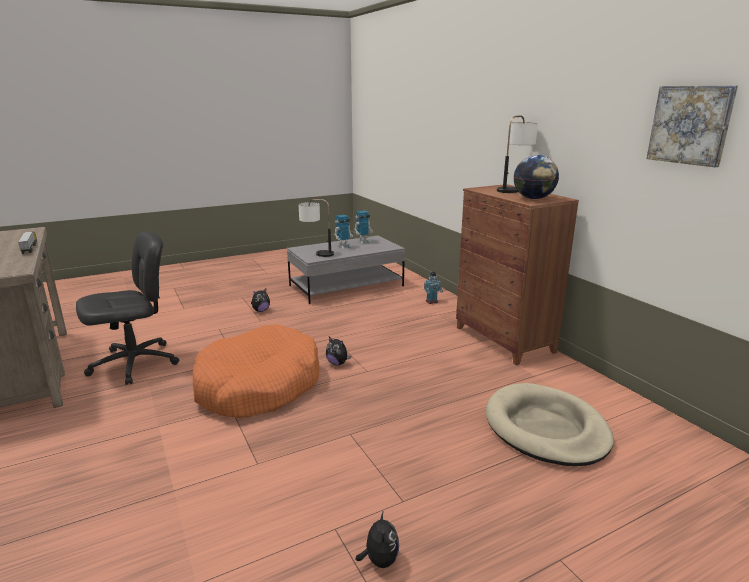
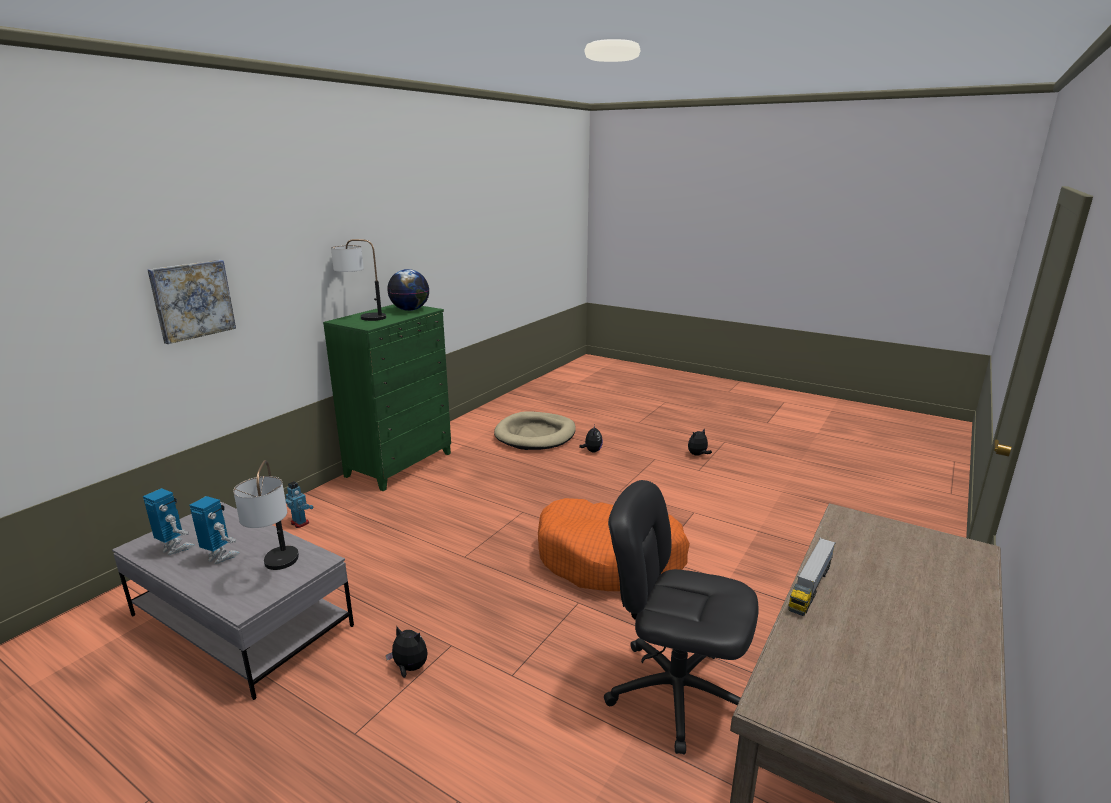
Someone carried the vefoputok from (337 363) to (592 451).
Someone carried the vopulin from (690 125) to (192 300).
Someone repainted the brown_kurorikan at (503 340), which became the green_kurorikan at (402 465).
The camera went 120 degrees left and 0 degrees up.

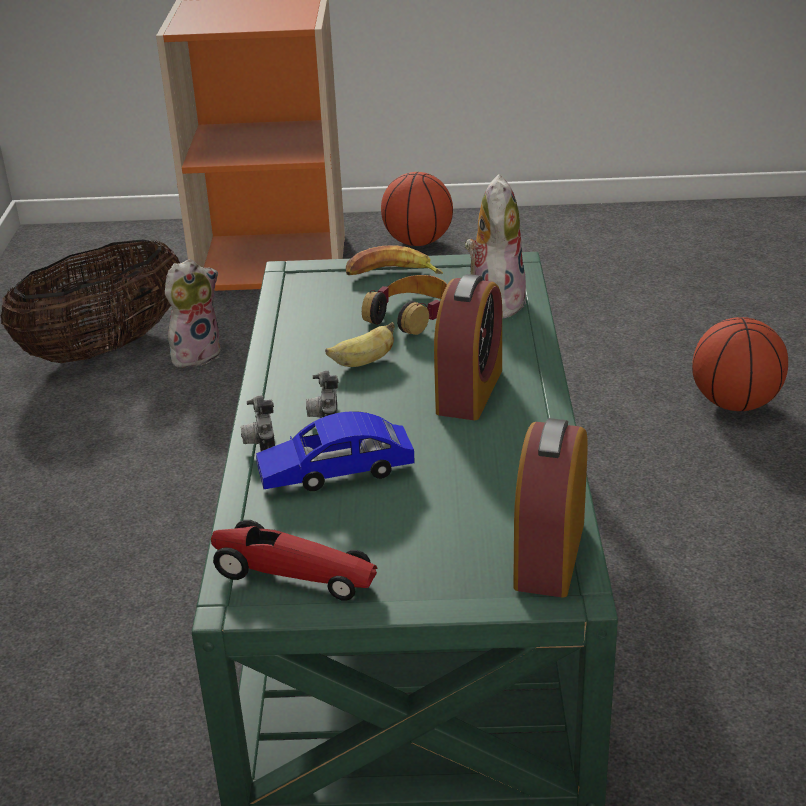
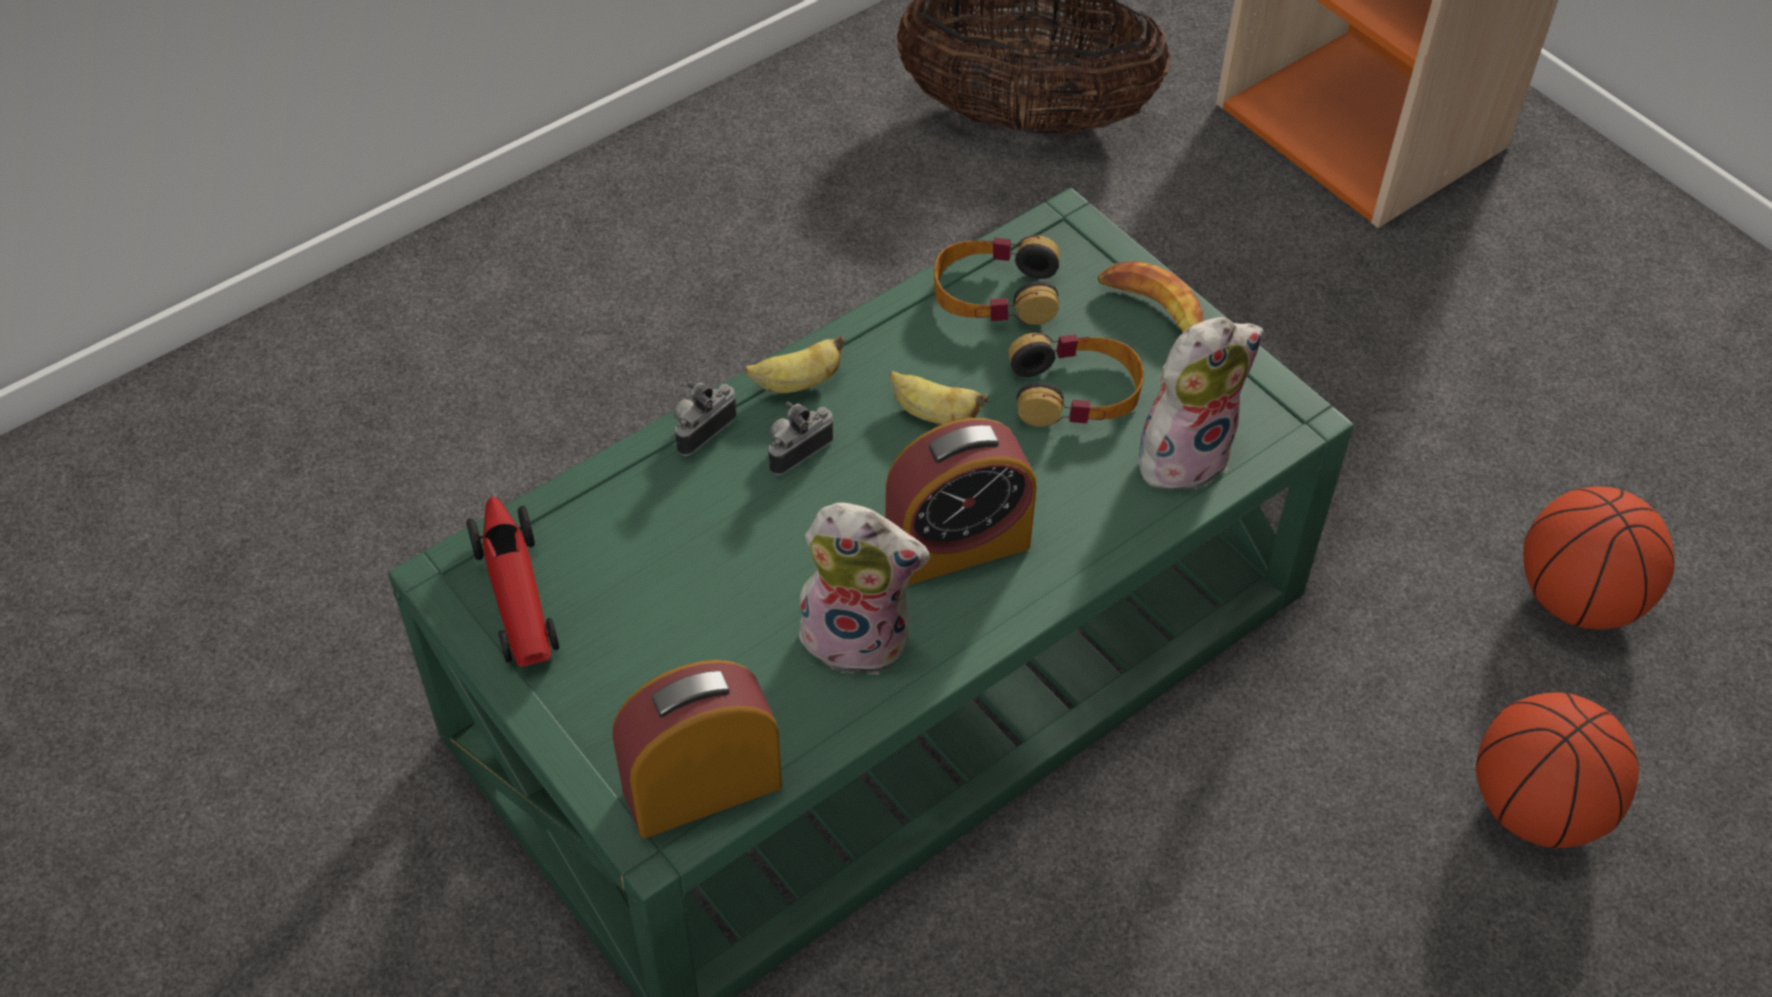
Someone took away the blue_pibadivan at (336 472).
Someone put down the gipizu at (797 383).
Someone put down the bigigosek at (995 293).
Someone carried the vefoputok from (196 354) to (859 635).
Someone carried the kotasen from (417 242) to (1576 598).
The camera went 50 degrees right and 20 degrees up.

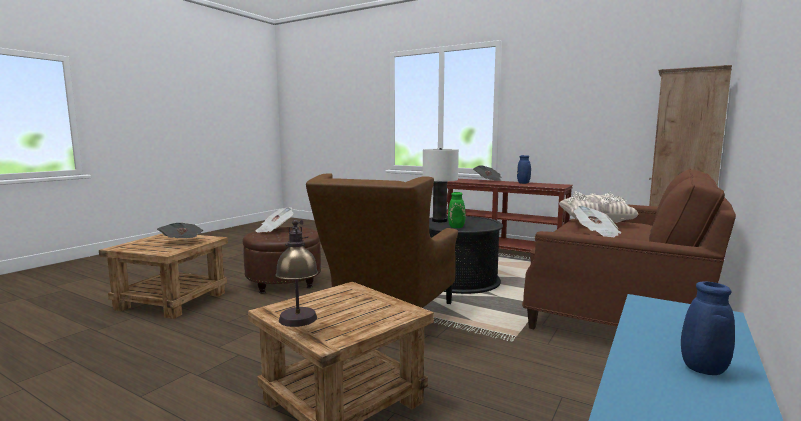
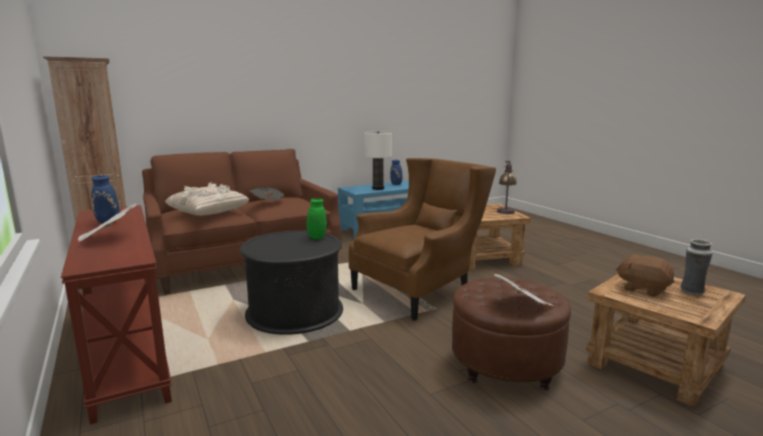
Someone put down the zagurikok at (692 292).
Someone carried the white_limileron from (439 221) to (378 188).
Someone swapped the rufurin at (182 242) for the brown_vefoputok at (643 289).
The camera went 150 degrees left and 5 degrees up.

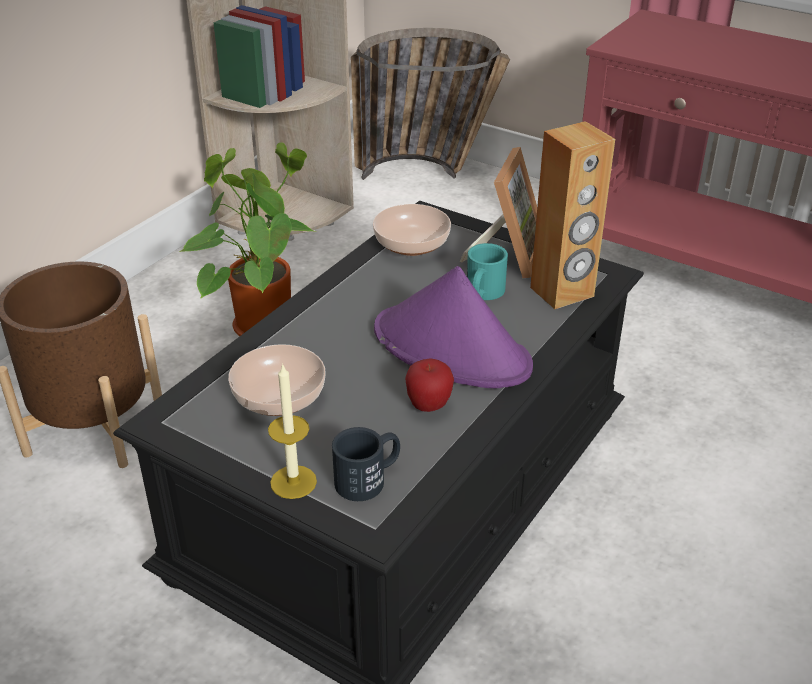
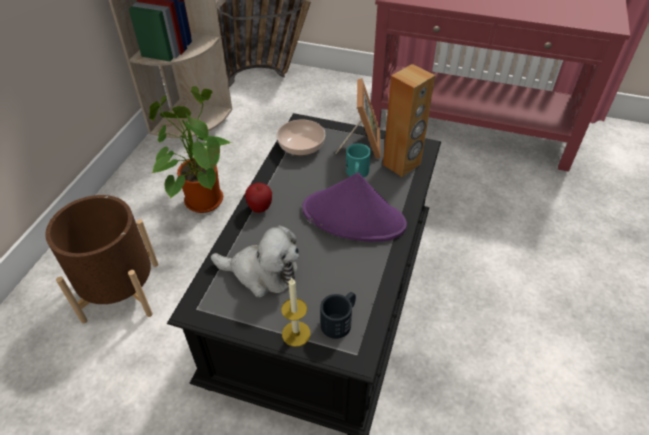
Someone carried the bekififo from (428 406) to (260 208).
Someone swapped the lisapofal at (278 395) for the vefoputok at (262 273).
The camera went 15 degrees left and 10 degrees up.

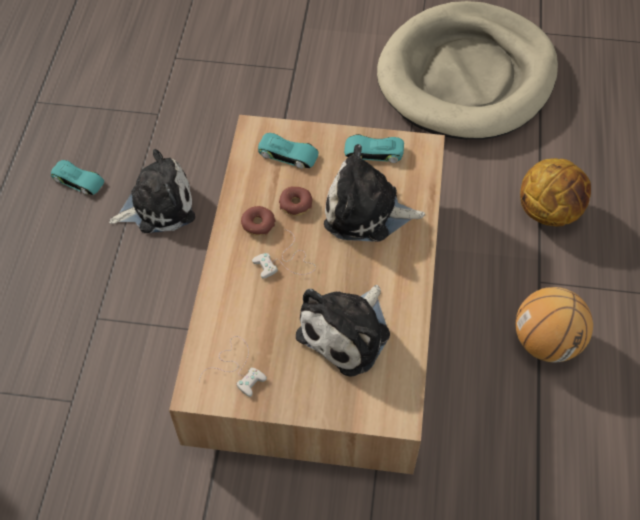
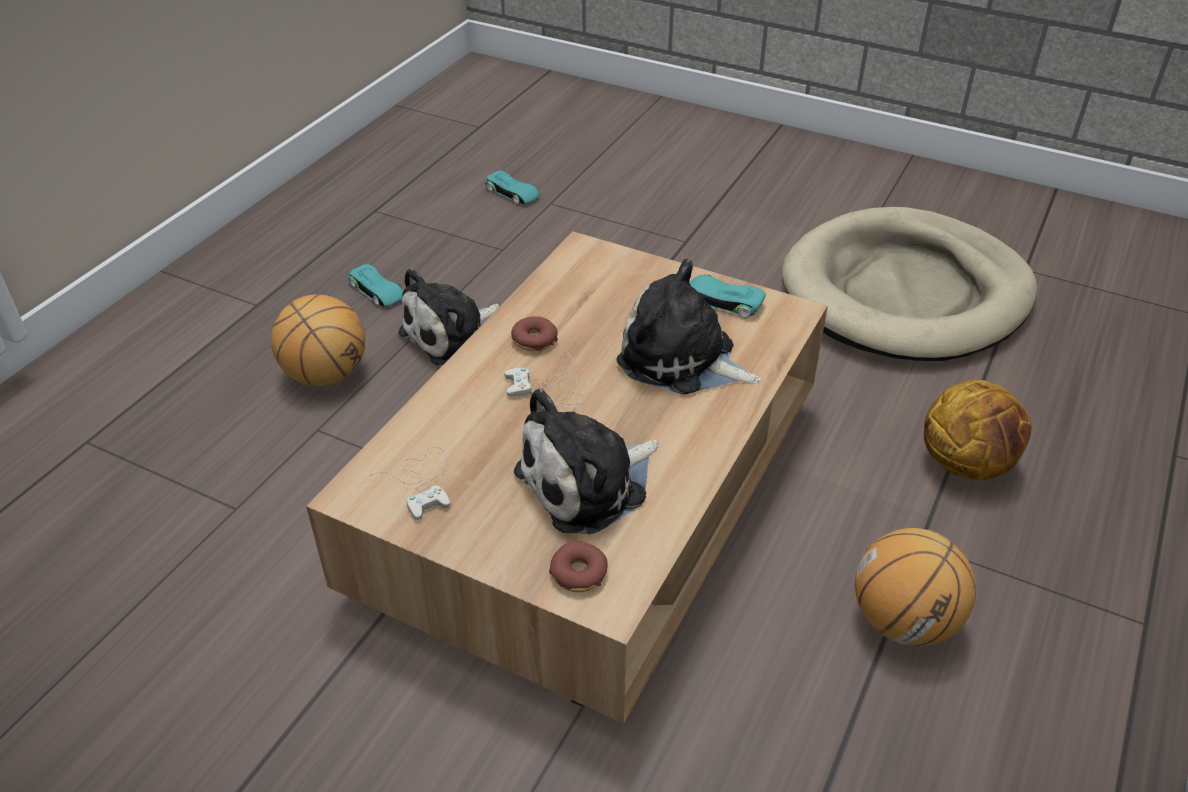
Someone put down the kotasen at (325 375).
Someone carried the turquoise_pibadivan from (288 154) to (512 193).
Someone carried the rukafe from (296 204) to (579 573).
Someone rotated the vefoputok at (158 205) by 135 degrees clockwise.
The camera went 20 degrees right and 15 degrees down.

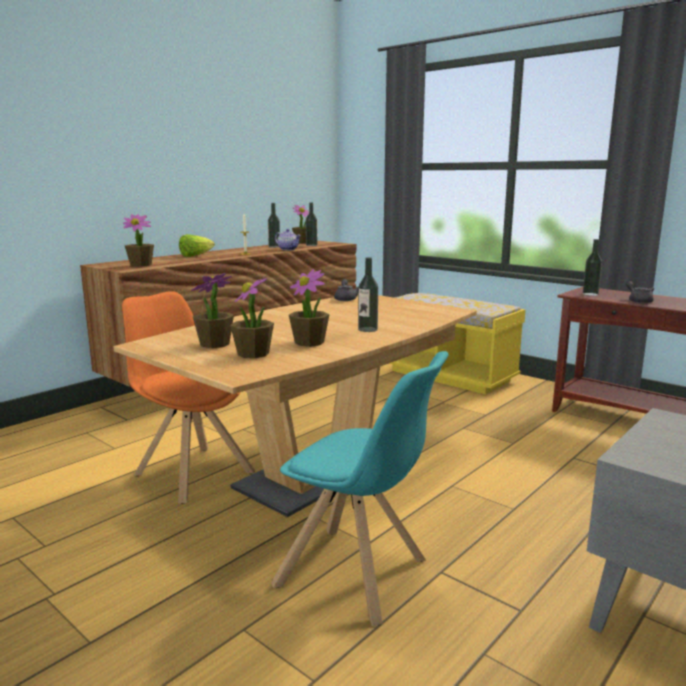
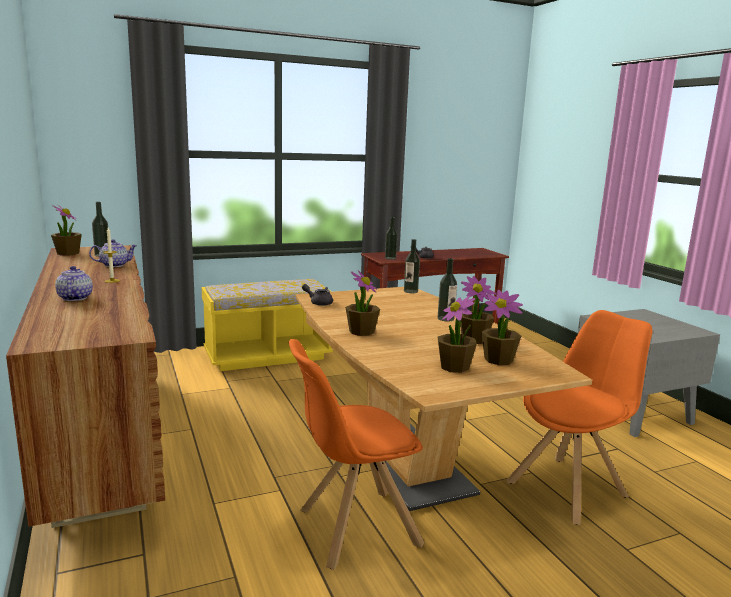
Someone carried the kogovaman from (141 265) to (361 331).
Someone carried the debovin from (274 247) to (410 291).
Someone swapped the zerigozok at (195 256) for the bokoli at (74 298).
Someone repainted the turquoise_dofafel at (358 574), which became the orange_dofafel at (570 487).
The camera went 65 degrees left and 0 degrees up.

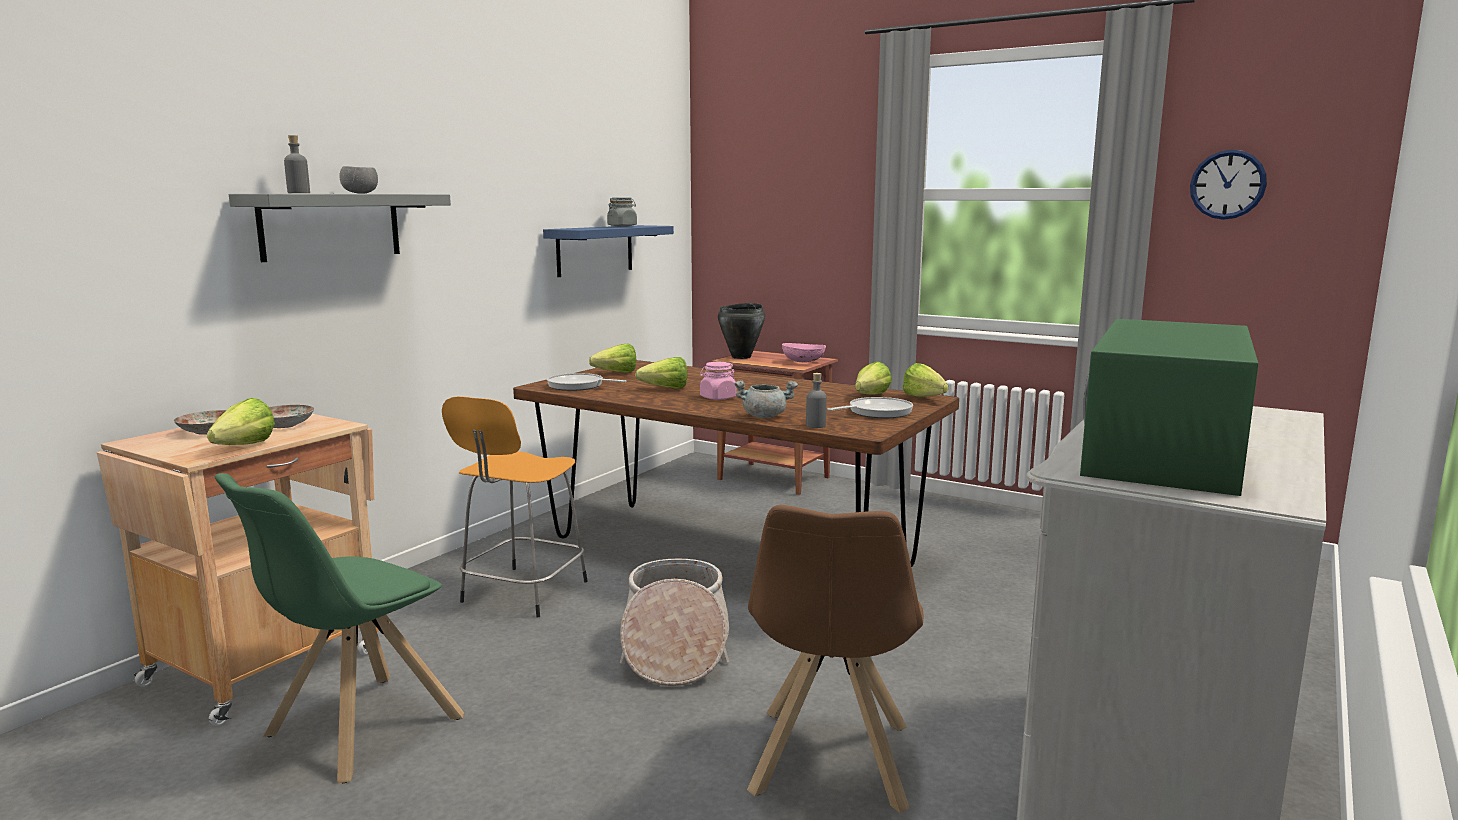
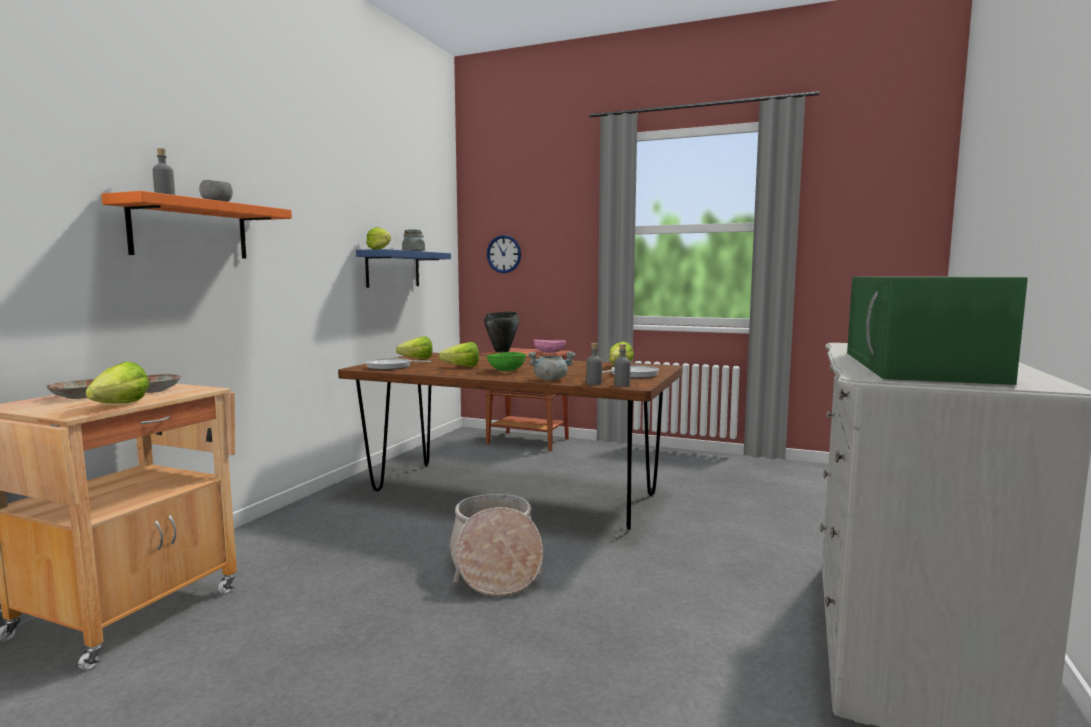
Someone took away the green_dofafel at (357 730).
Someone took away the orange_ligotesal at (522 593).
Someone took away the brown_dofafel at (831 764).
Someone put down the grey_debovin at (622 385).
Someone carried the zerigozok from (926 399) to (381 249).
Someone carried the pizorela from (1227 184) to (504 254).
Someone swapped the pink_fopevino at (718 398) for the green_lisapofal at (506 370).
Someone repainted the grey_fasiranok at (331 226), which became the orange_fasiranok at (190 230).
The camera went 10 degrees left and 5 degrees down.

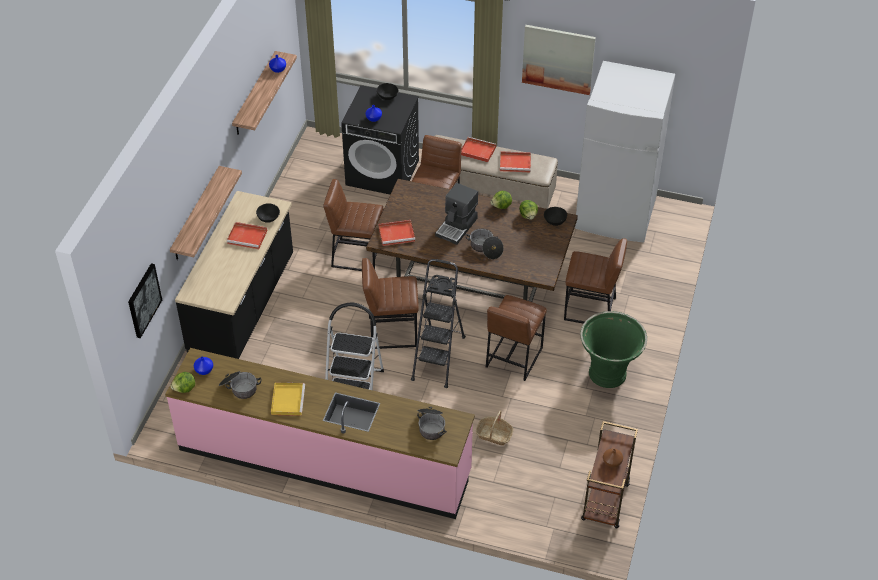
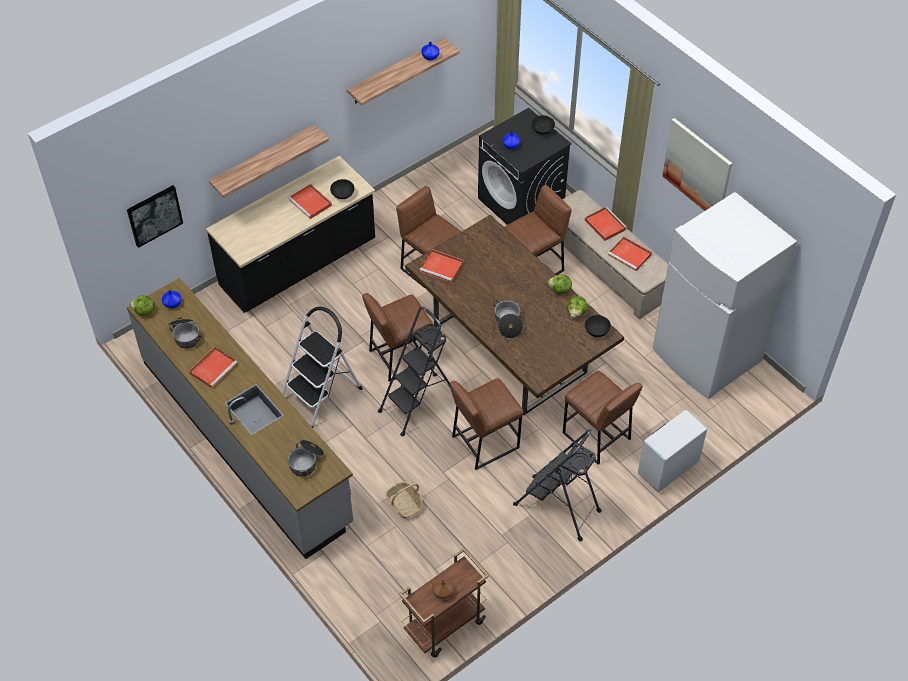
Someone took away the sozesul at (457 227).
Someone put down the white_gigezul at (666 469).
Someone swapped the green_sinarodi at (608 373) for the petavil at (558 508).
Someone repainted the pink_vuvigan at (324 460), which became the grey_vuvigan at (246 441).
Someone repainted the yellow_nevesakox at (287 399), which became the red_nevesakox at (213 368).
Someone rotated the brown_dofafel at (391 332) by 60 degrees counterclockwise.
The camera went 35 degrees right and 5 degrees up.

